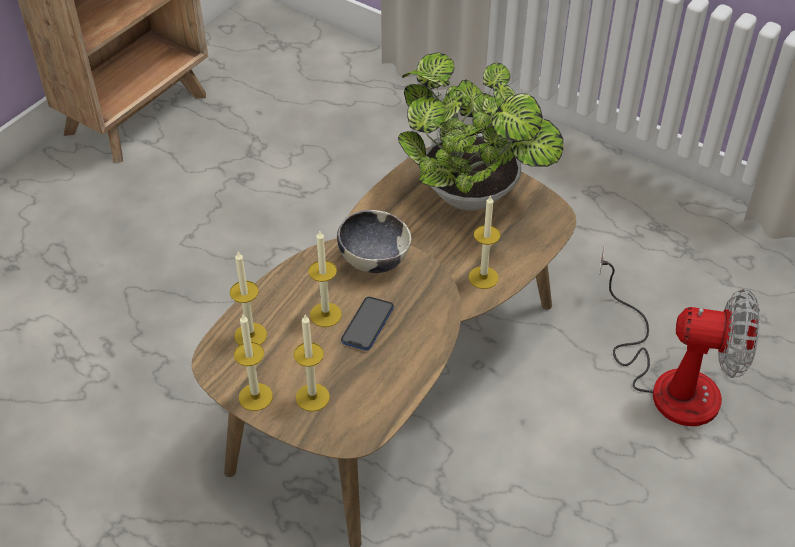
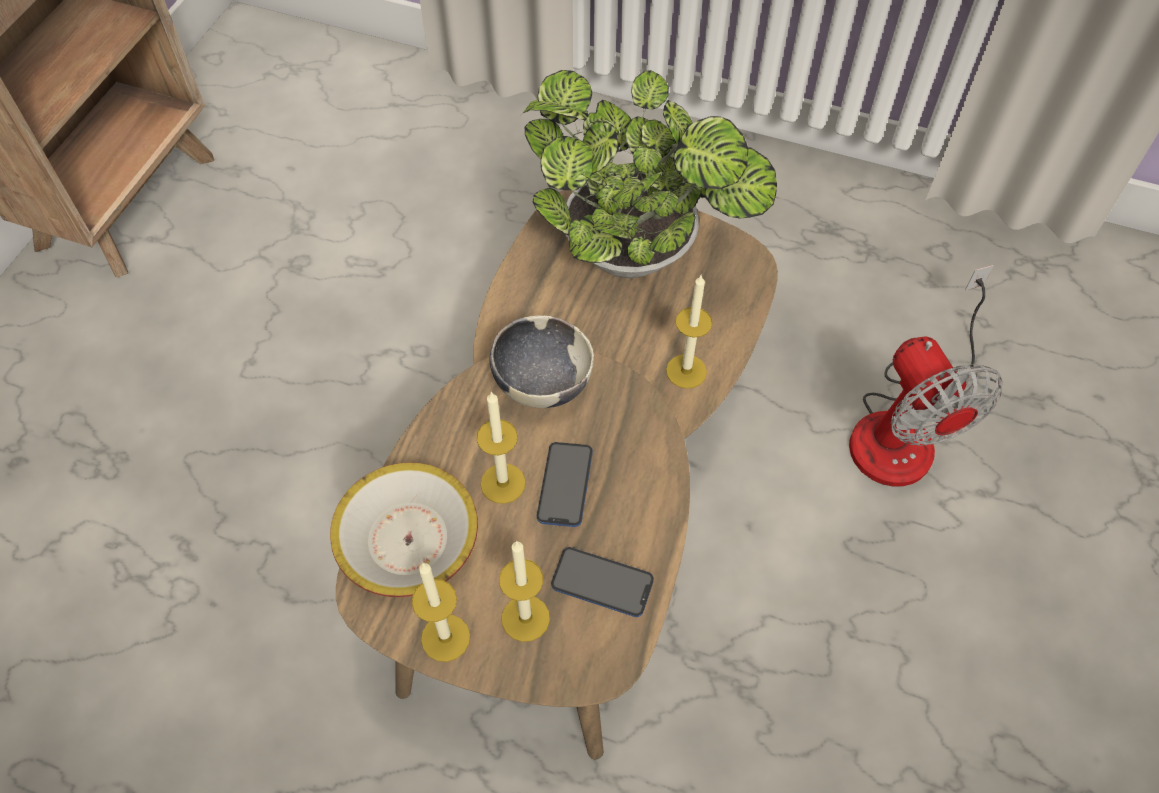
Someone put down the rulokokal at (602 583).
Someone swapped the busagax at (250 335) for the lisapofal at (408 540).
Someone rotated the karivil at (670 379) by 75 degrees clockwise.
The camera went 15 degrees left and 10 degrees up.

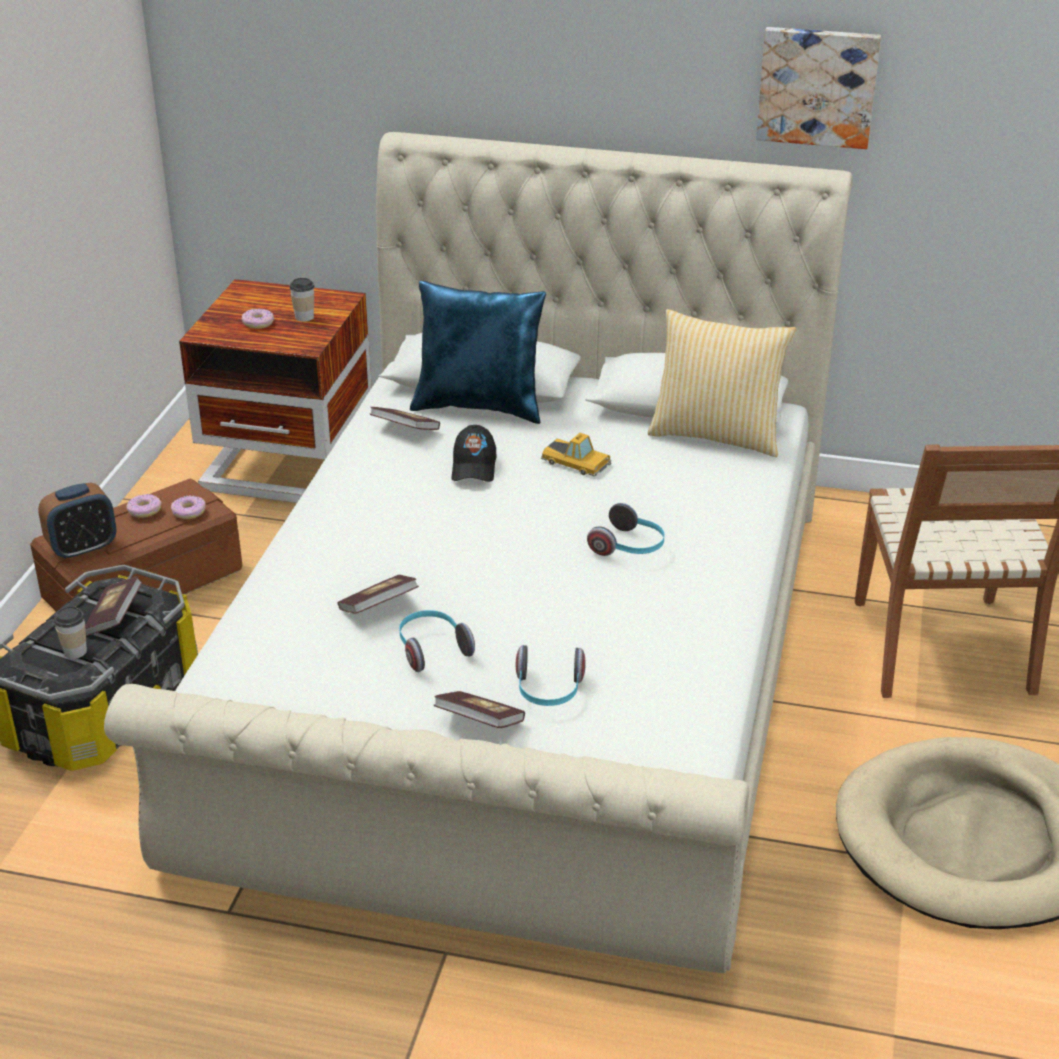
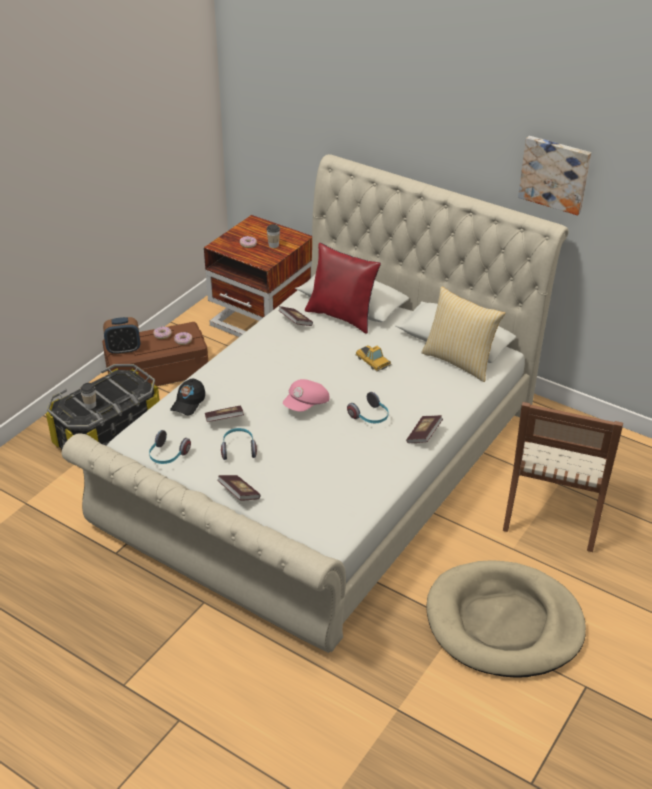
Someone put down the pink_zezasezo at (306 405).
Someone carried the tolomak from (114 618) to (424 435).
Someone carried the black_zezasezo from (474 467) to (188 403).
Someone carried the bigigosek from (549 691) to (167 456).
Someone repainted the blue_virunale at (480 407), which became the red_virunale at (342 316).
The camera went 20 degrees right and 5 degrees up.

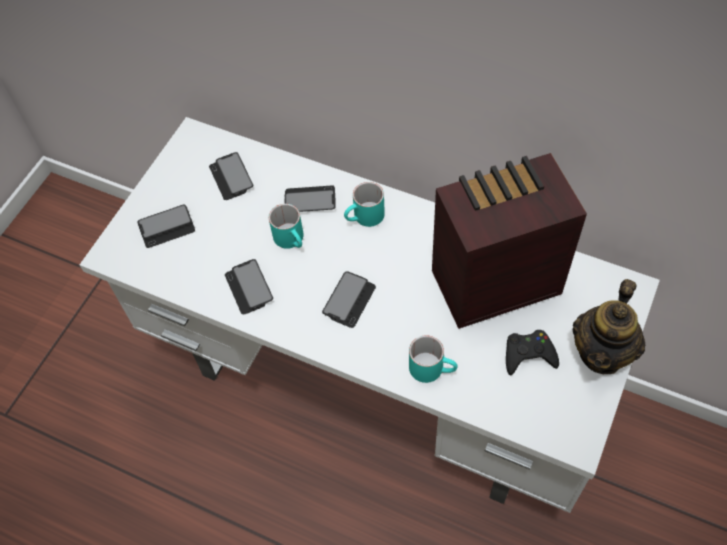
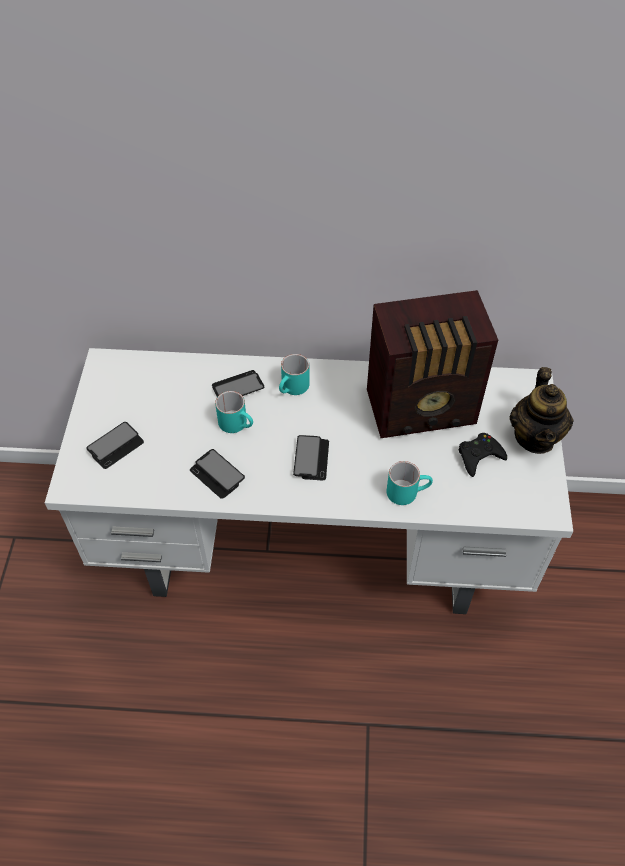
Someone took away the rulokokal at (231 177).
Someone rotated the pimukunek at (492 282) by 150 degrees counterclockwise.
The camera went 25 degrees left and 5 degrees down.

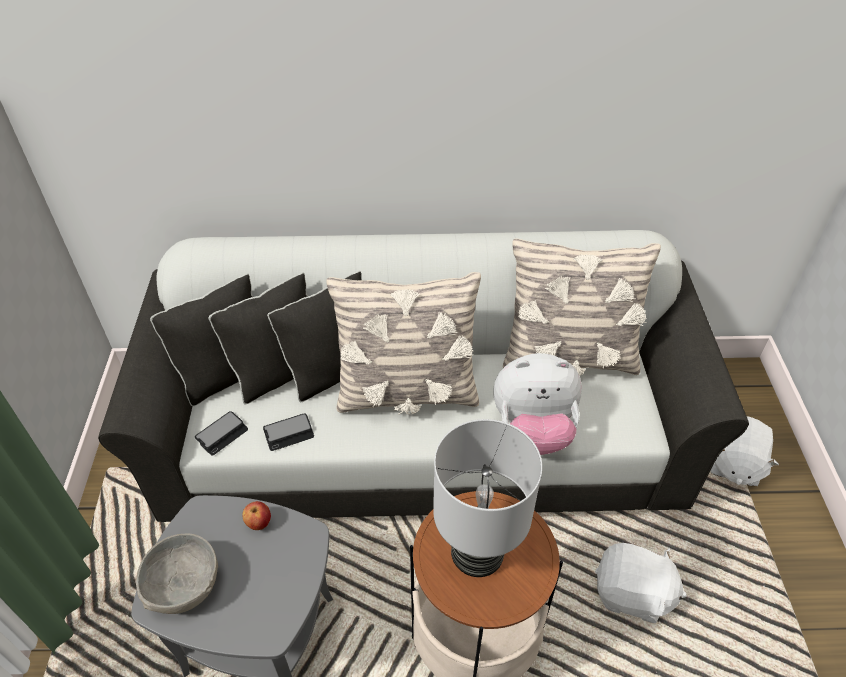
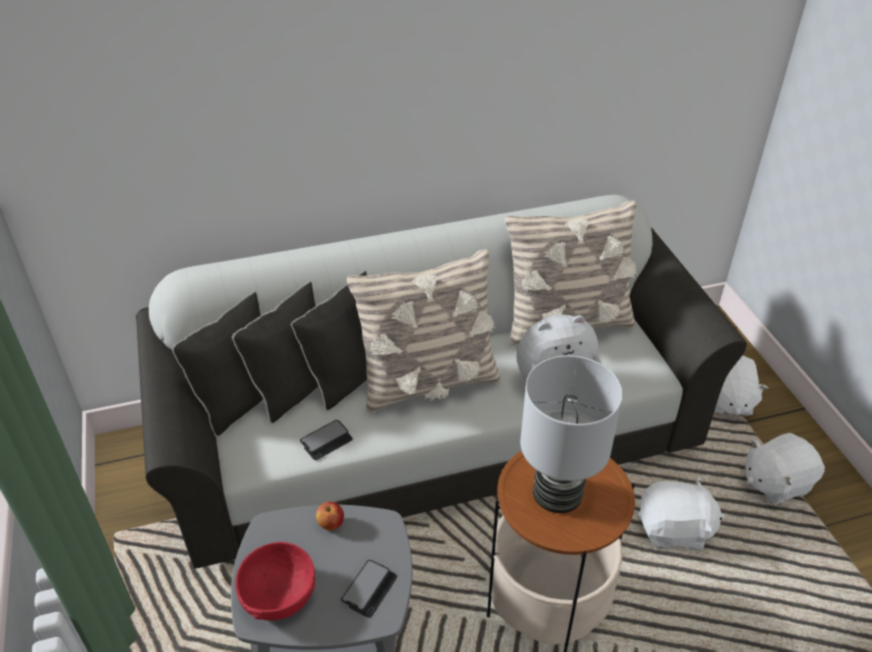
Someone put down the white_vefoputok at (775 483).
Someone carried the rulokokal from (222 434) to (369 589).
Someone repainted the grey_lisapofal at (183 585), which became the red_lisapofal at (278 595).
The camera went 15 degrees left and 5 degrees down.

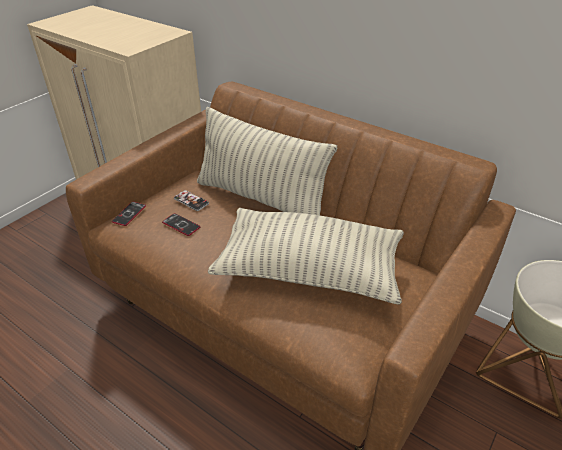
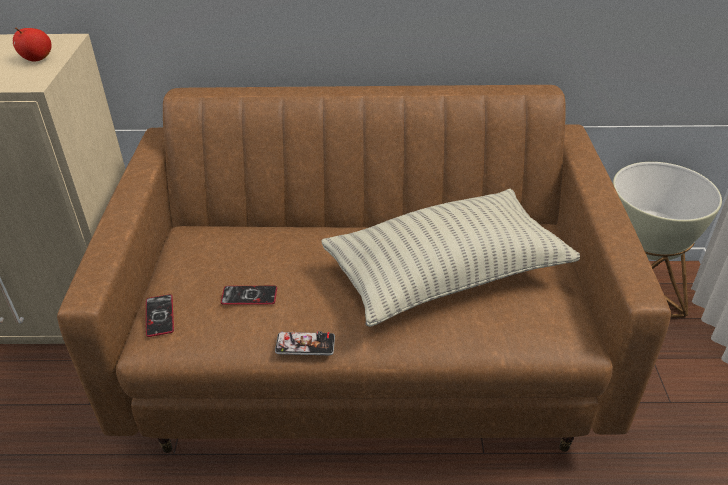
Someone took away the virunale at (261 199).
Someone put down the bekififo at (37 59).
Someone carried the rulokokal from (191 201) to (305 344).
The camera went 35 degrees left and 0 degrees up.

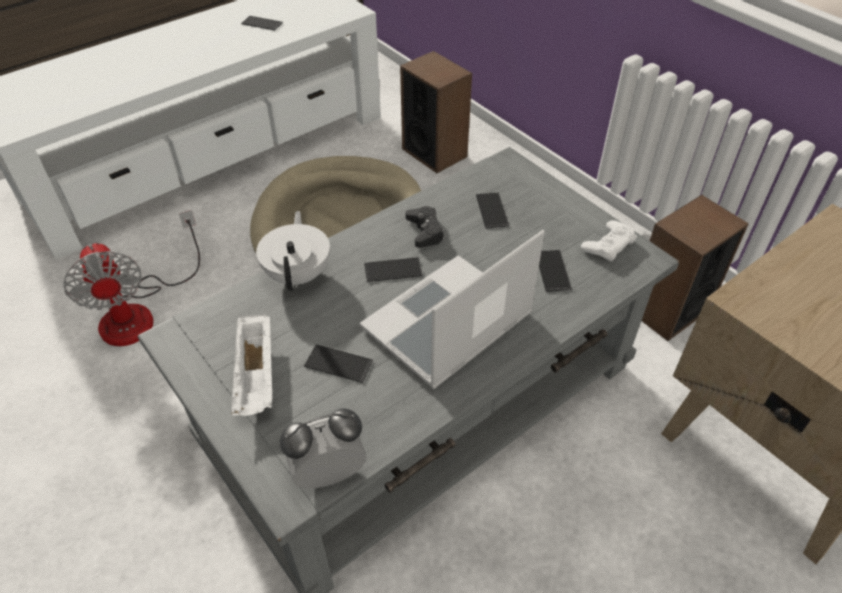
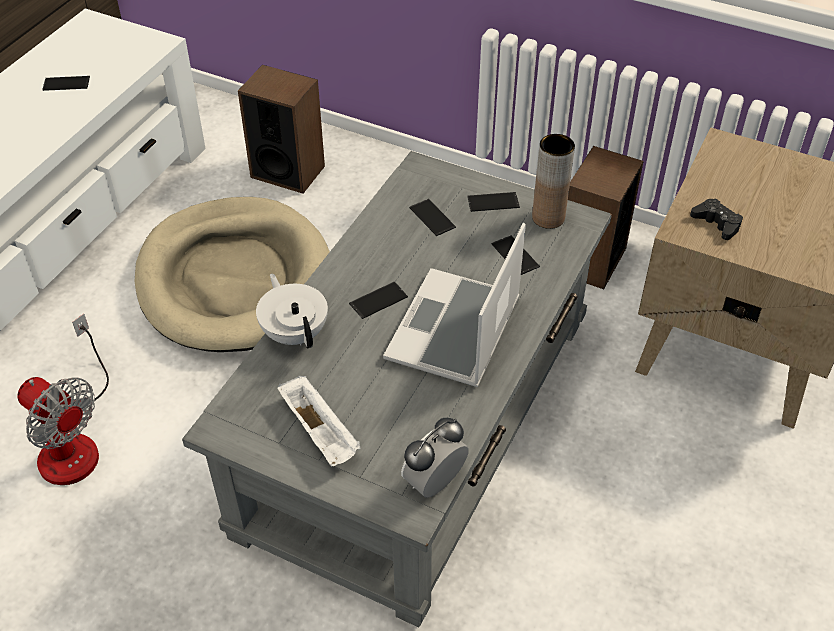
Someone carried the rulokokal from (338 364) to (493 202).
Someone carried the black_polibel from (425 231) to (717 223).
Someone swapped the white_polibel at (608 245) for the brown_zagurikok at (548 218).
The camera went 25 degrees left and 0 degrees up.

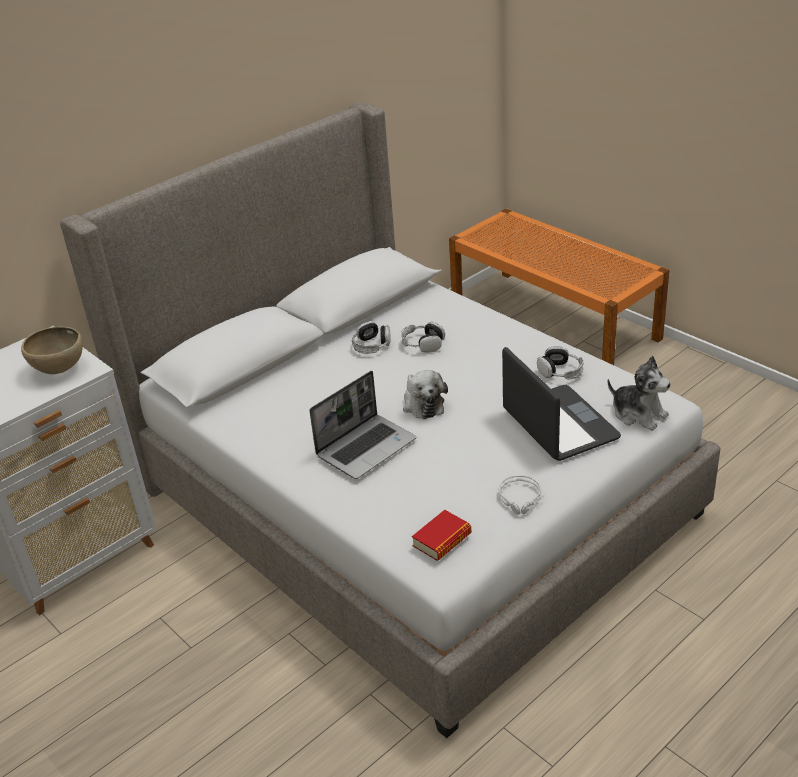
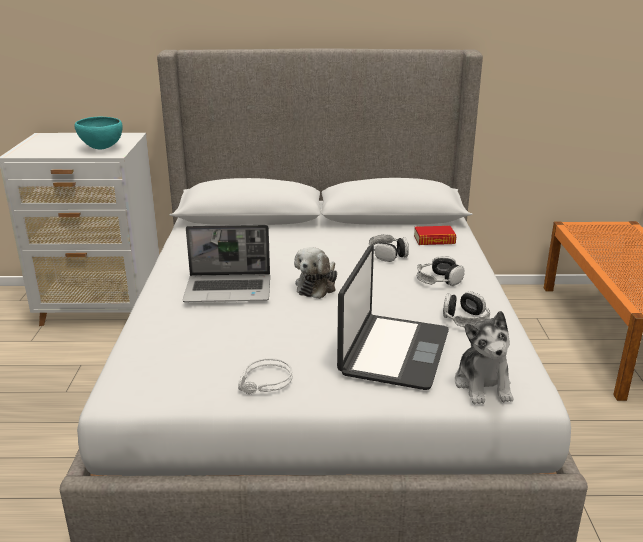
Someone carried the bigigosek from (372 345) to (438 280).
Someone carried the tolomak from (442 540) to (434 240).
Someone repainted the brown_lisapofal at (59 370), which became the turquoise_lisapofal at (101 149).
The camera went 40 degrees right and 10 degrees down.

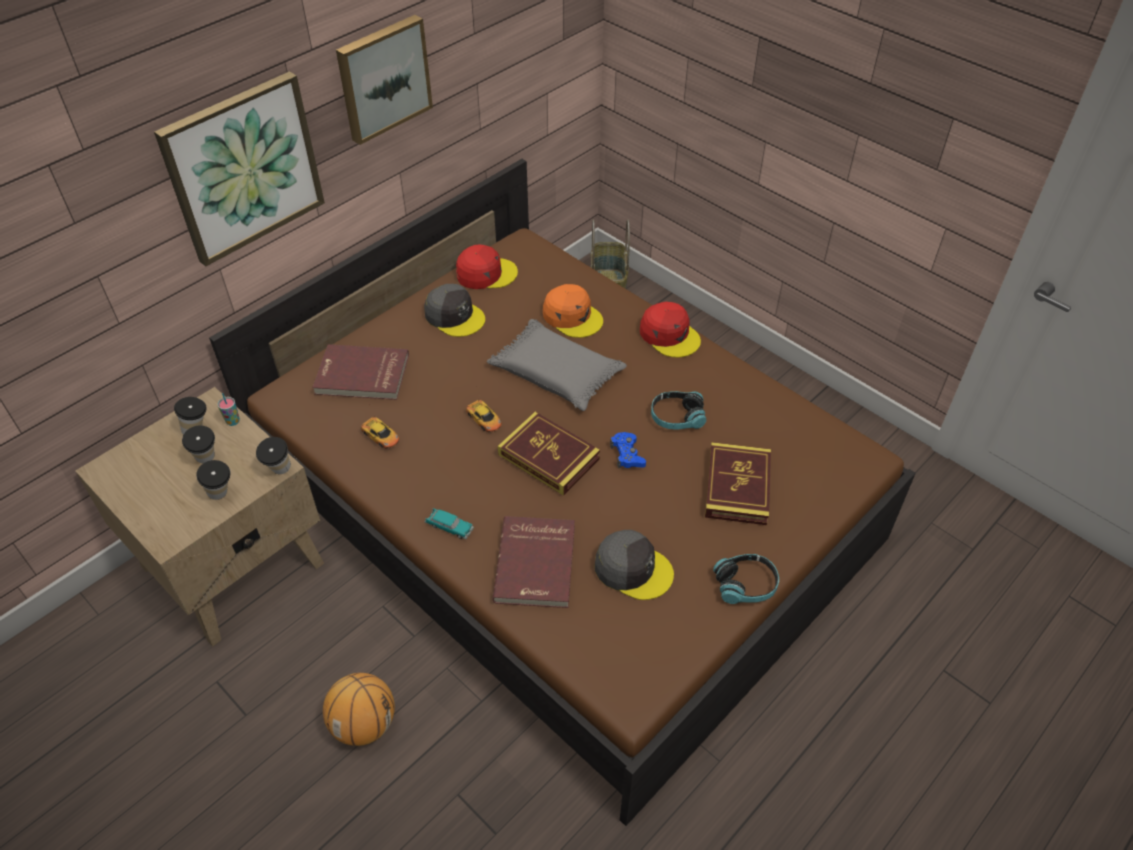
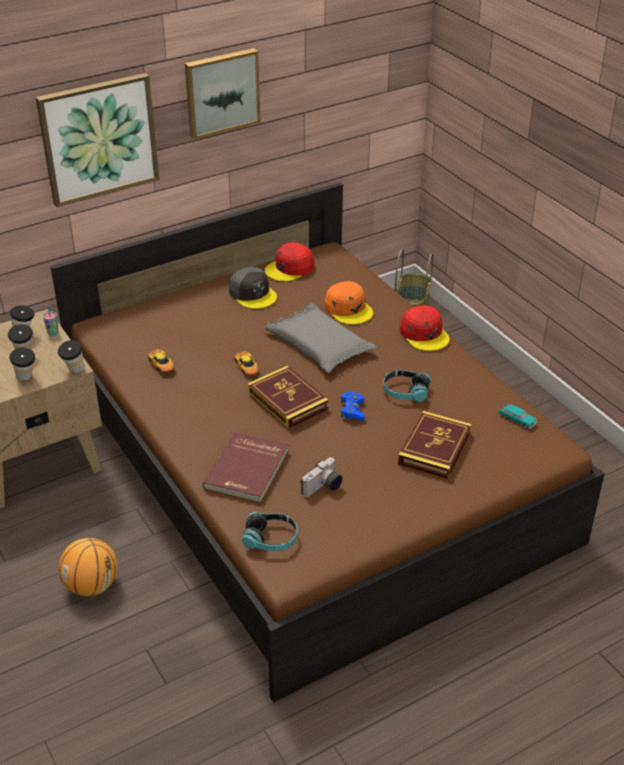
Someone took away the red_tolomak at (362 376).
Someone carried the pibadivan from (449 527) to (517 419).
Someone carried the bigigosek from (745 585) to (271 539).
Someone swapped the grey_zezasezo at (633 569) for the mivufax at (323 487).
Someone rotated the red_zezasezo at (486 273) by 135 degrees clockwise.
The camera went 15 degrees right and 10 degrees down.

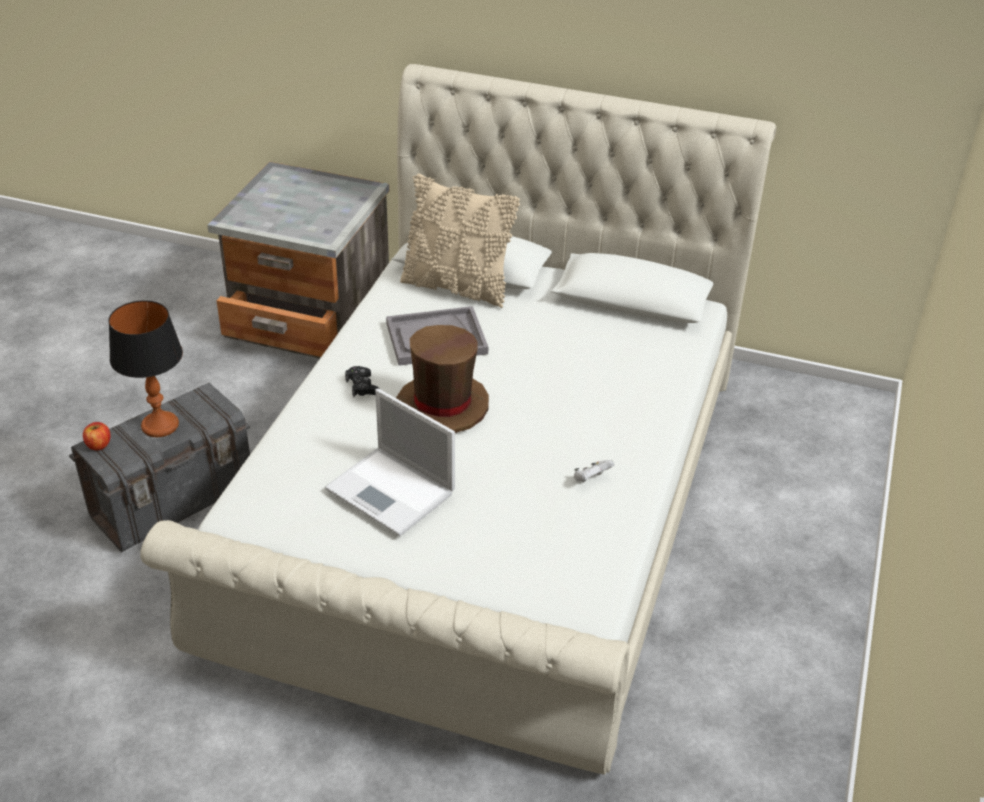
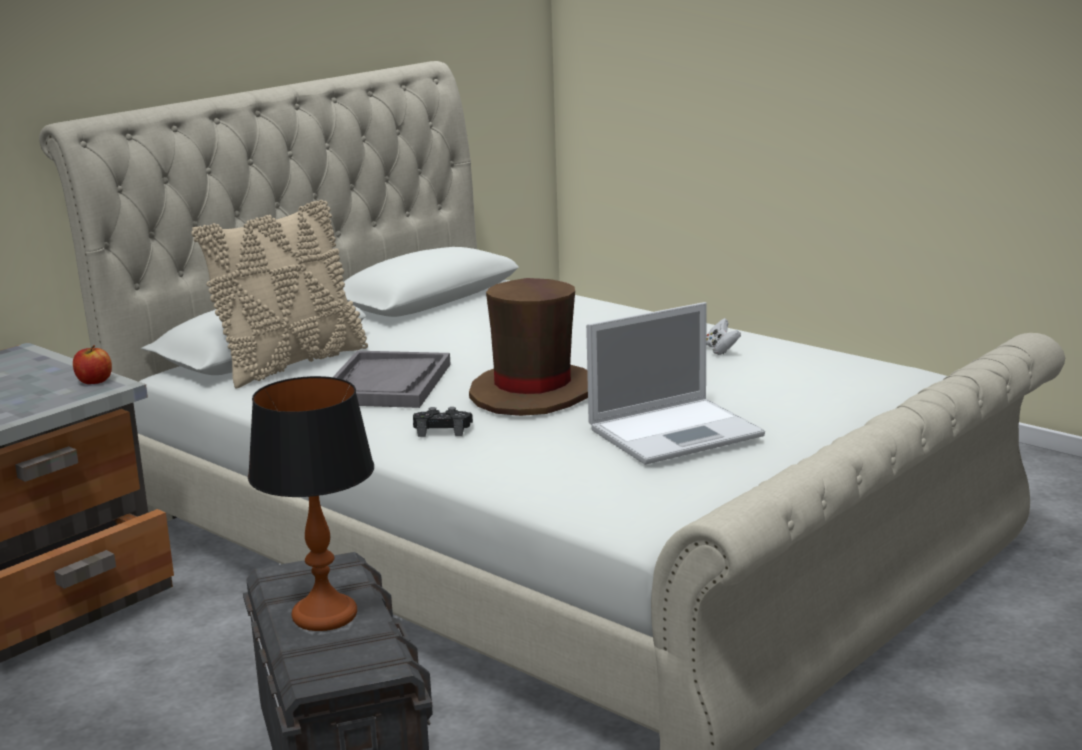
Someone carried the bekififo from (98 445) to (94 381).
The camera went 65 degrees left and 20 degrees down.

